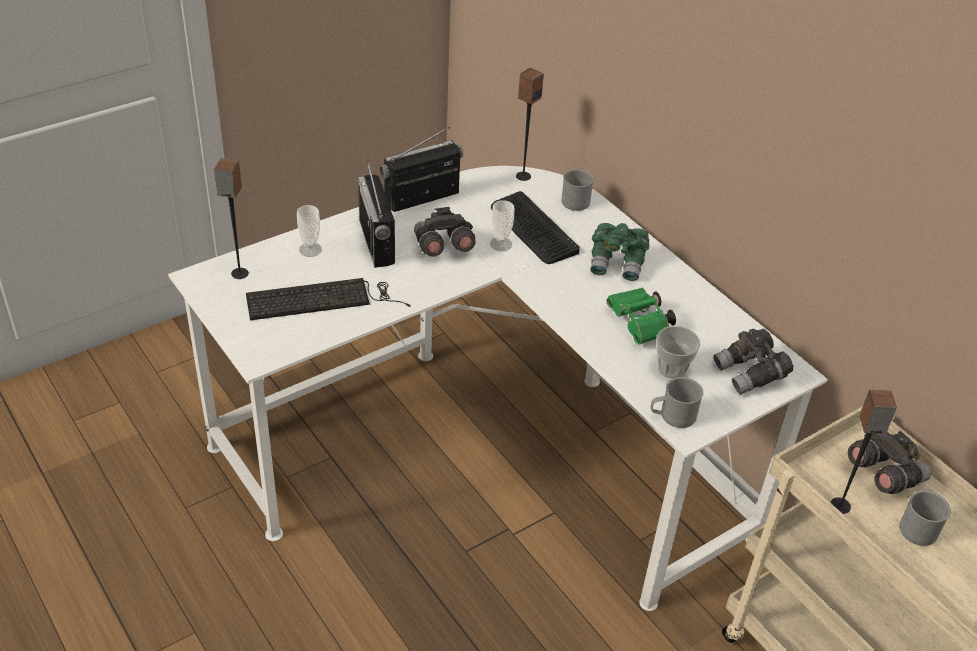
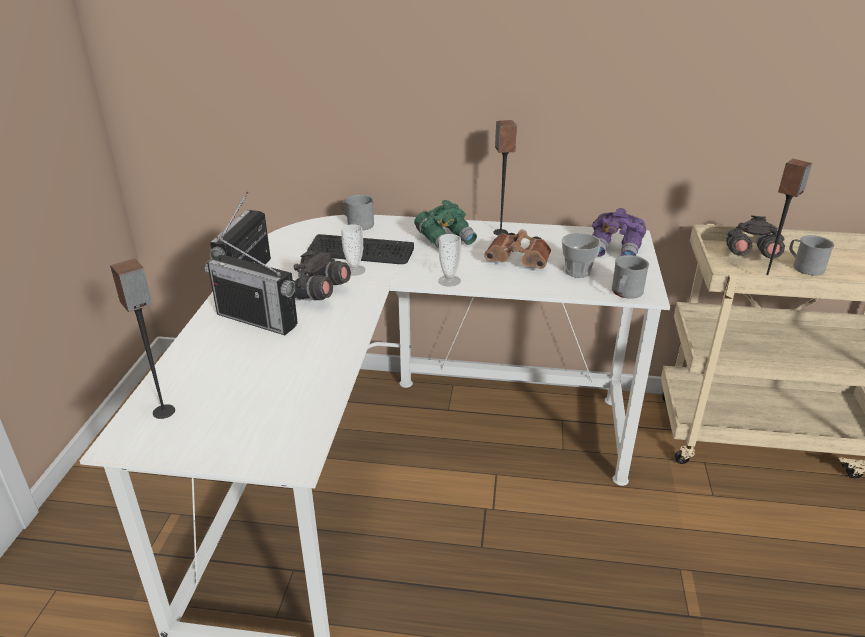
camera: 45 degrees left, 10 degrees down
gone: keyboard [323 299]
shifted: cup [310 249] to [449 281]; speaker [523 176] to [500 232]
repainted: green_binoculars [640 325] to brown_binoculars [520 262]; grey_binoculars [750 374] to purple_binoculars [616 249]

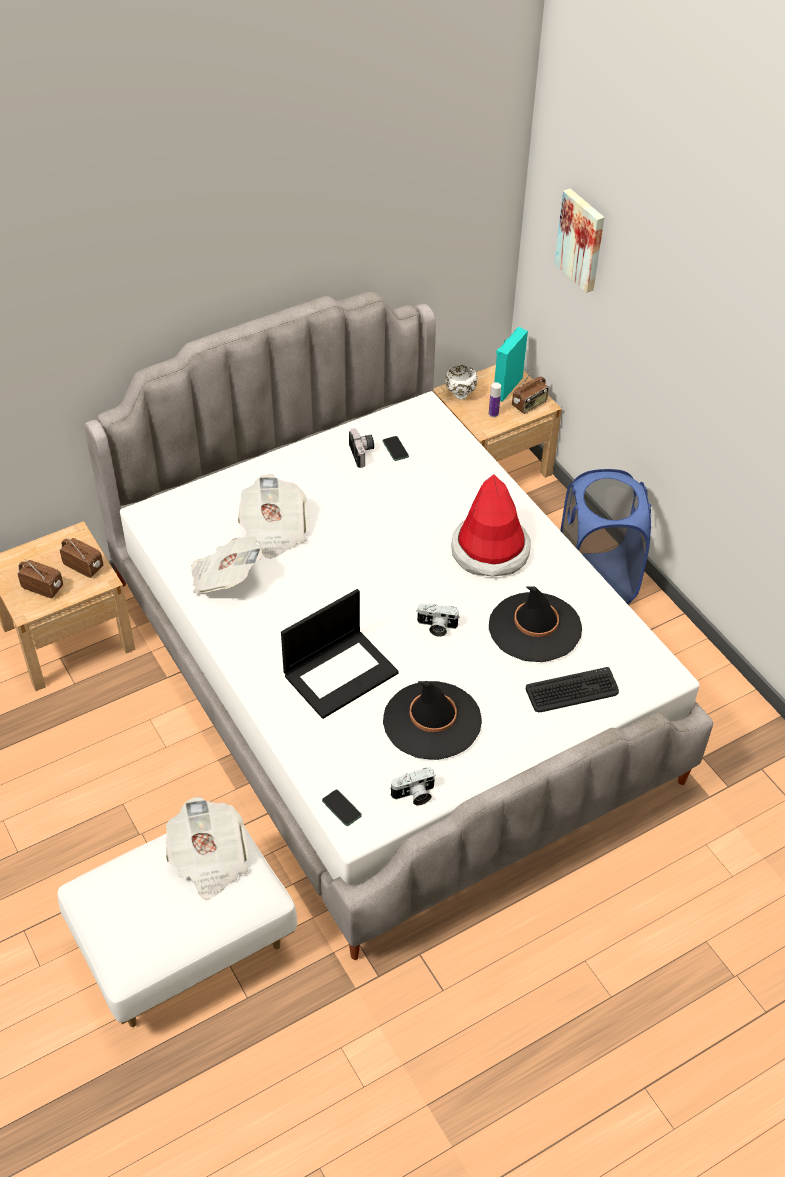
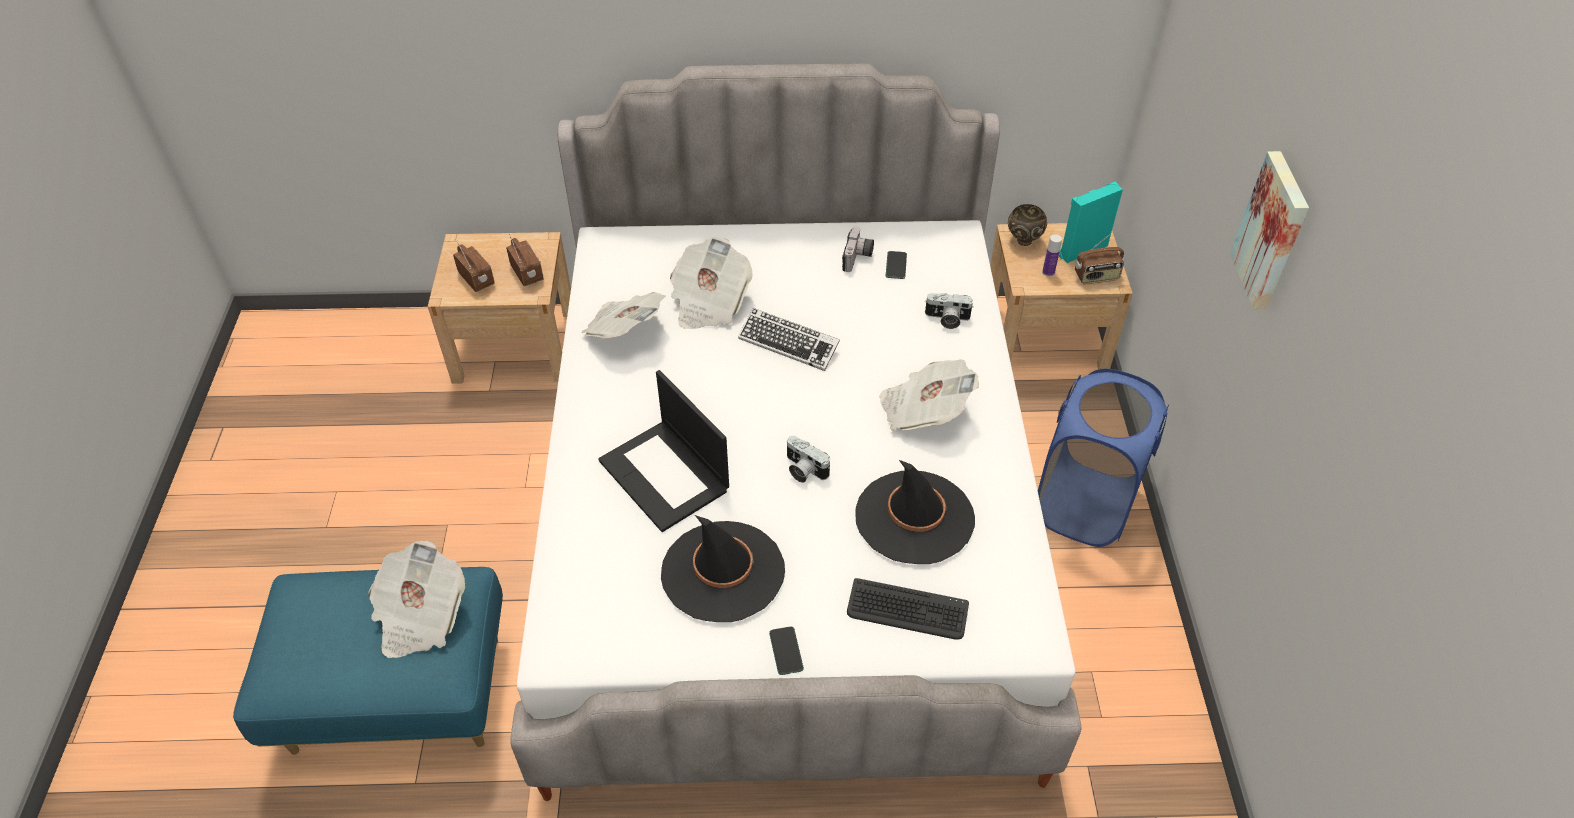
camera: 30 degrees right, 0 degrees up
new: keyboard [788 343]
shifted: phone [341 808] to [786 651]; photo_camera [414 795] to [947 319]; picture [582 240] to [1273 231]
swapped: hat [490 551] to newspaper [923 411]
repainted: white_ottoman [184 947] to blue_ottoman [396 697]; white_bowl [459 395] to brown_bowl [1023 240]
rotated: laptop [341 672] = [666 475] 60 degrees clockwise

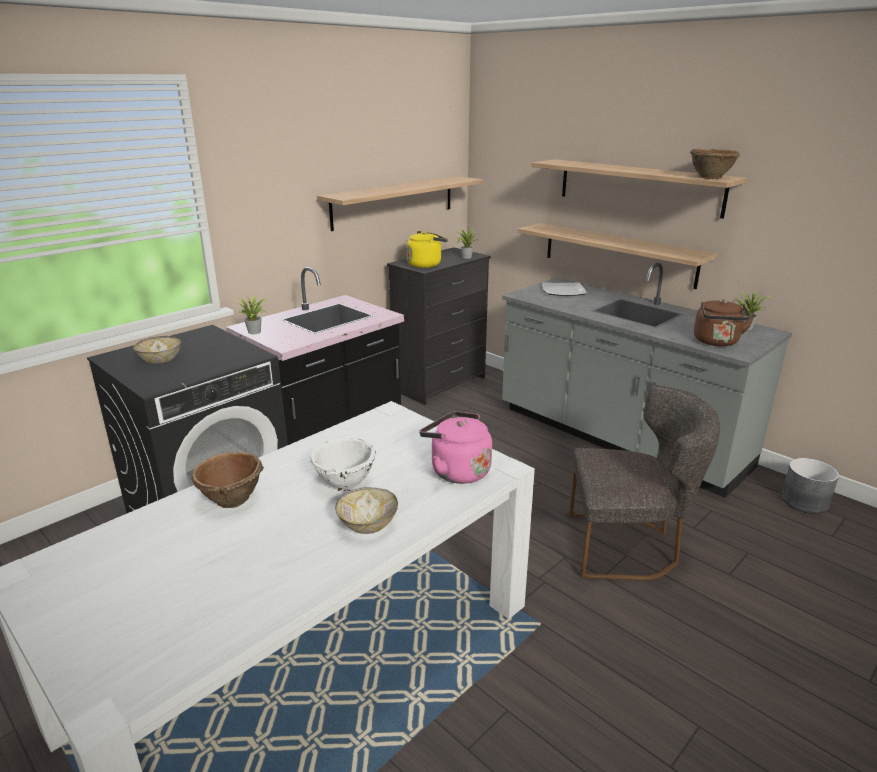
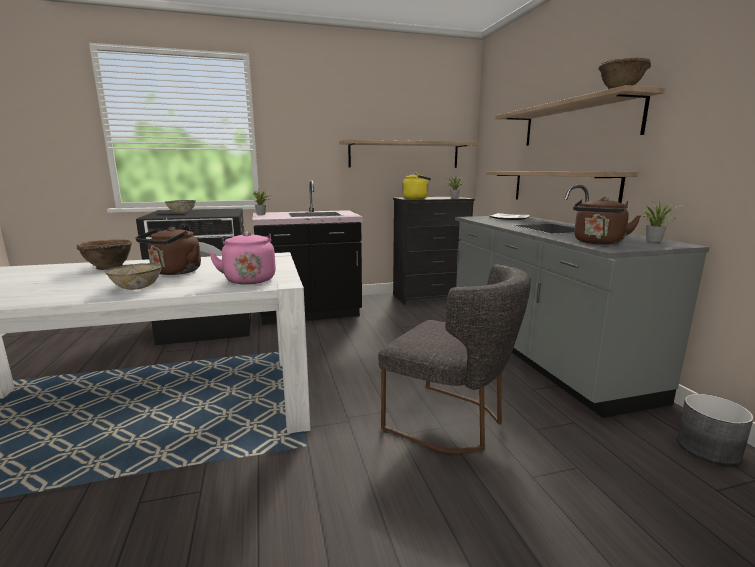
camera: 30 degrees right, 10 degrees down
swapped: white_bowl [344 483] to brown_kettle [174 272]

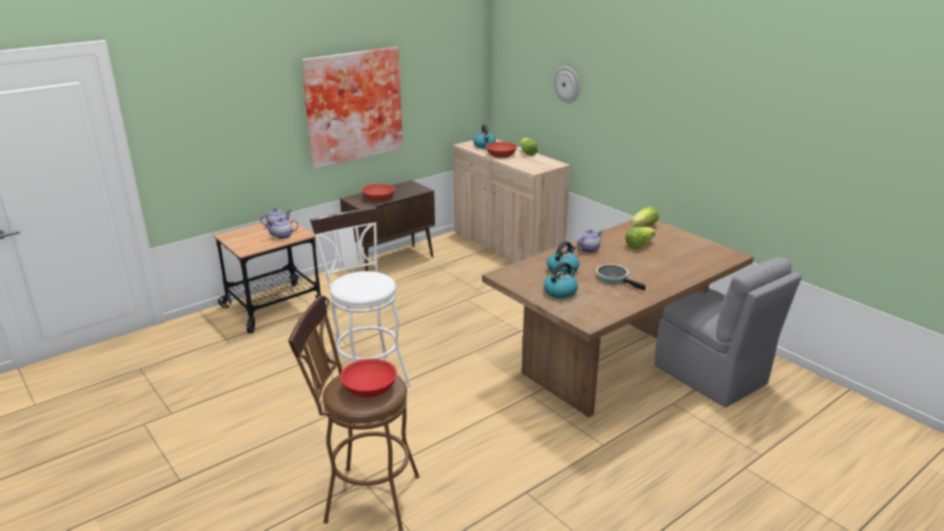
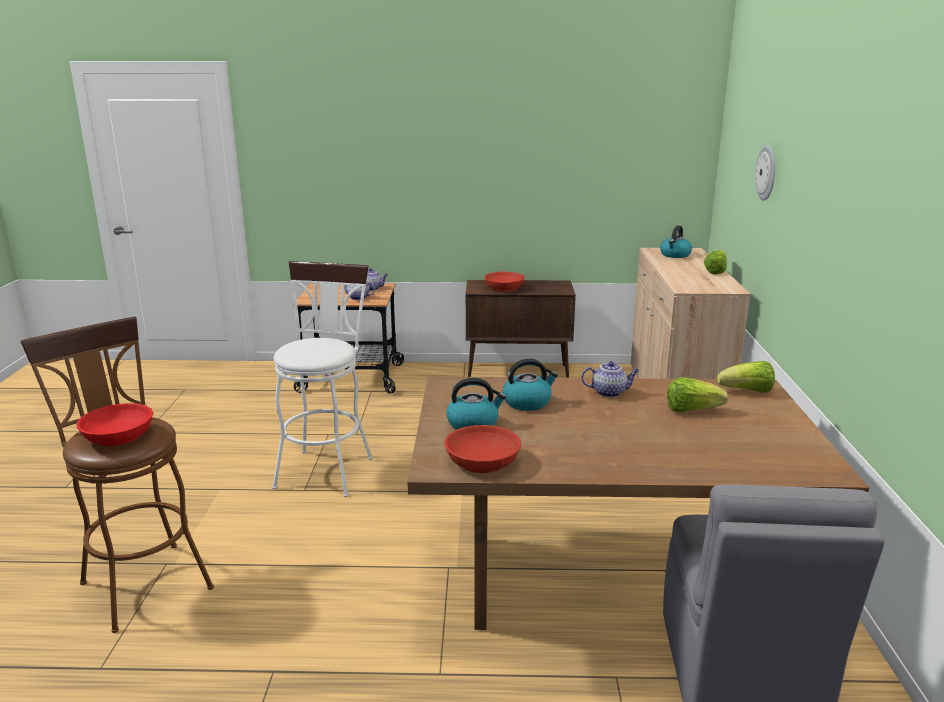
camera: 40 degrees right, 5 degrees down
gone: picture [352 106]; frying_pan [614 278]
shifted: red_bowl [501 154] to [482 461]

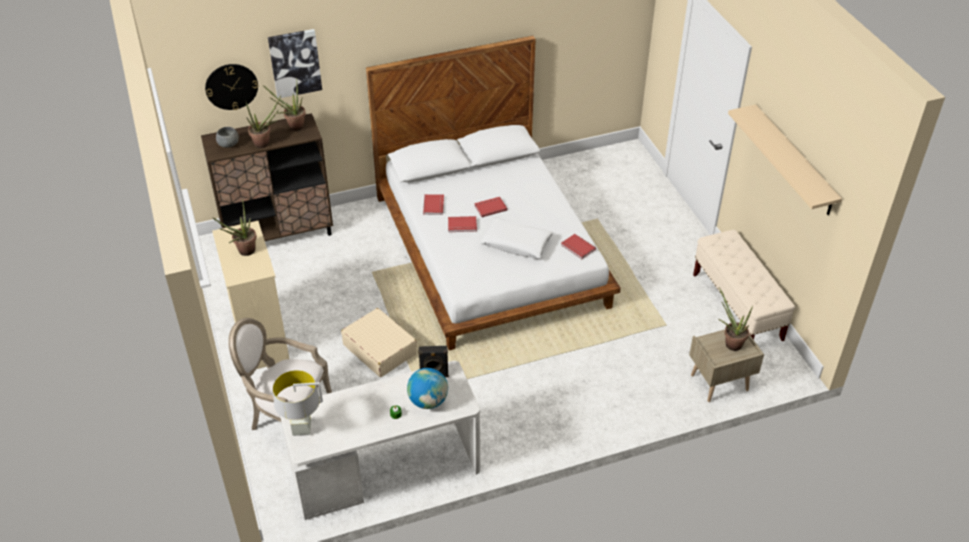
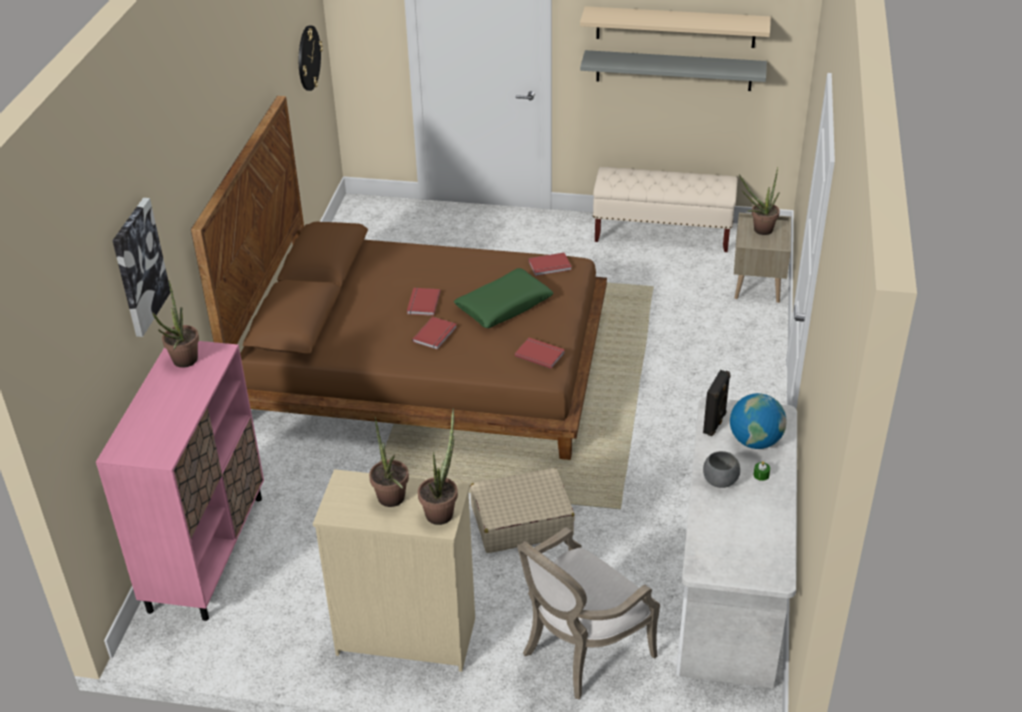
camera: 60 degrees left, 5 degrees down
gone: grey_table_lamp [302 429]
new: grey_shelf [674 70]
shifted: wall_clock [231 86] to [308 58]; grey_bowl [229 145] to [720 481]; potted_plant [265 143] to [442 510]; red_book [434 205] to [540 354]
repainted: brown_cabinet [279 234] to pink_cabinet [207 552]; white_bed [491 250] to brown_bed [427 366]; white_pillow [516 243] to green_pillow [503 306]

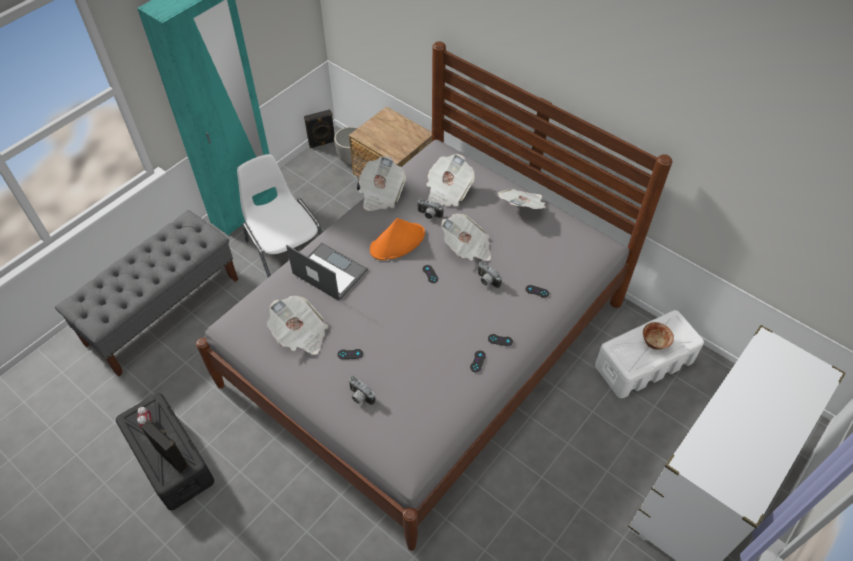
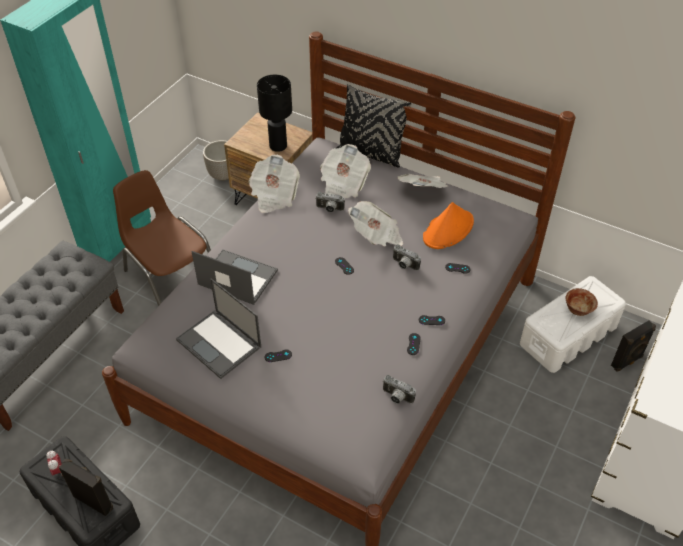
camera: 10 degrees left, 5 degrees down
new: black_table_lamp [278 146]; black_pillow [370 154]
shifted: black_speaker [322 143] to [627 361]; photo_camera [359 397] to [396 397]; orange_hat [397 242] to [448 230]
swapped: newspaper [300 334] to laptop [220 344]
repainted: white_chair [285 249] to brown_chair [170 273]

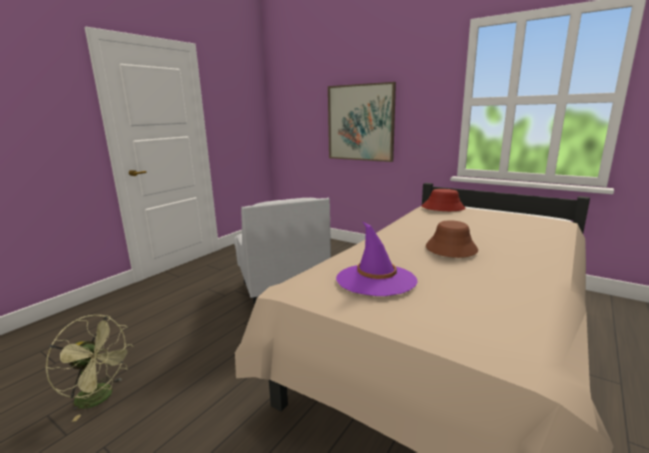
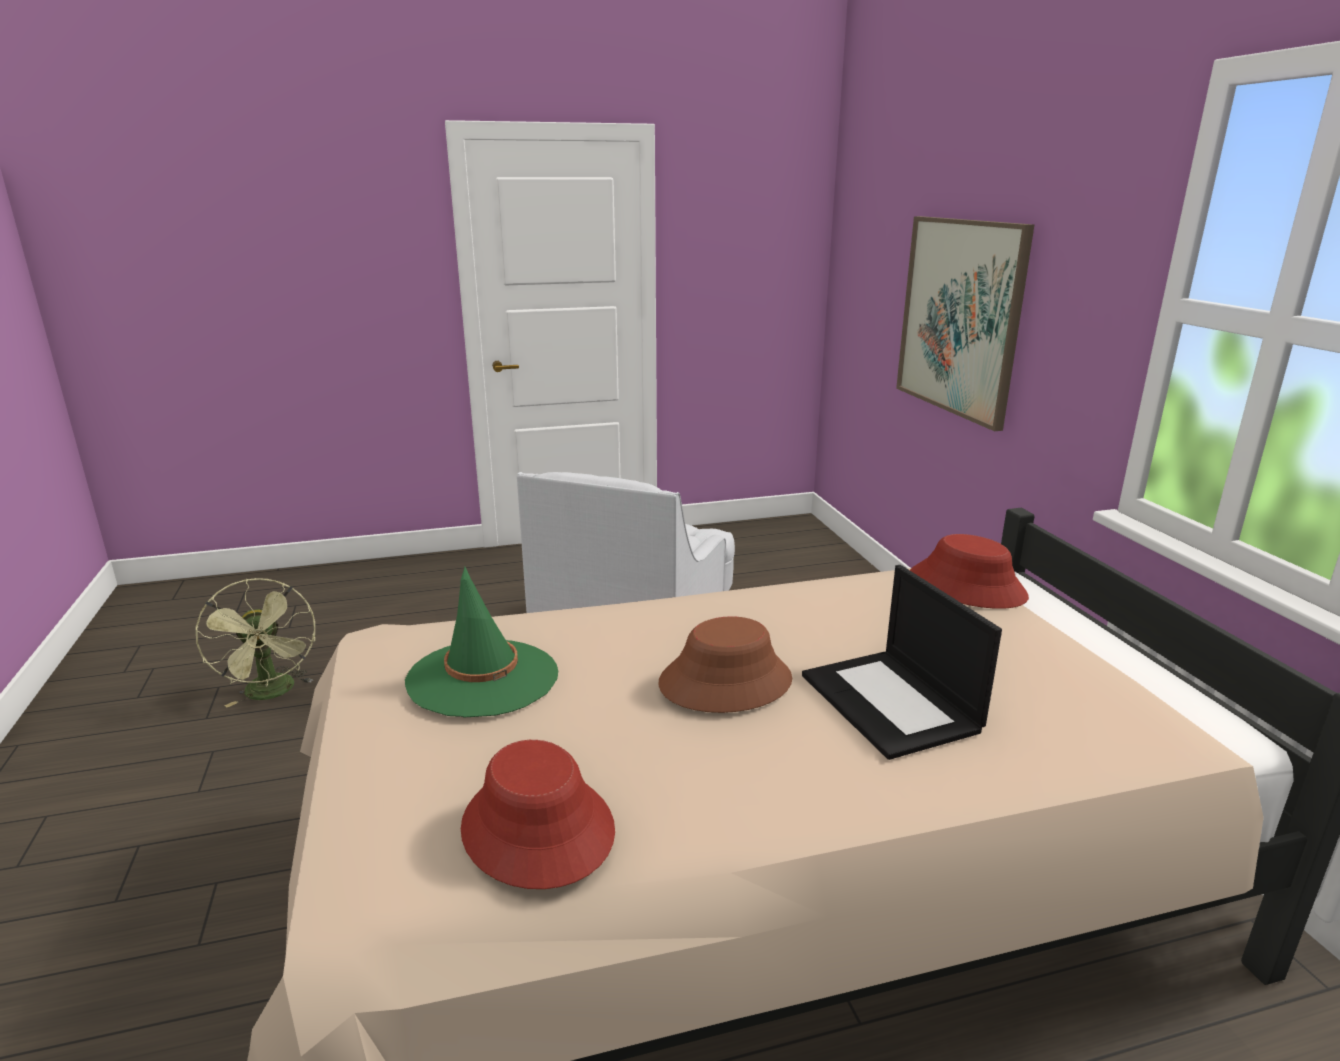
camera: 40 degrees right, 5 degrees up
new: red_hat [537 829]; laptop [892 703]
repainted: purple_hat [376 280] to green_hat [483 678]

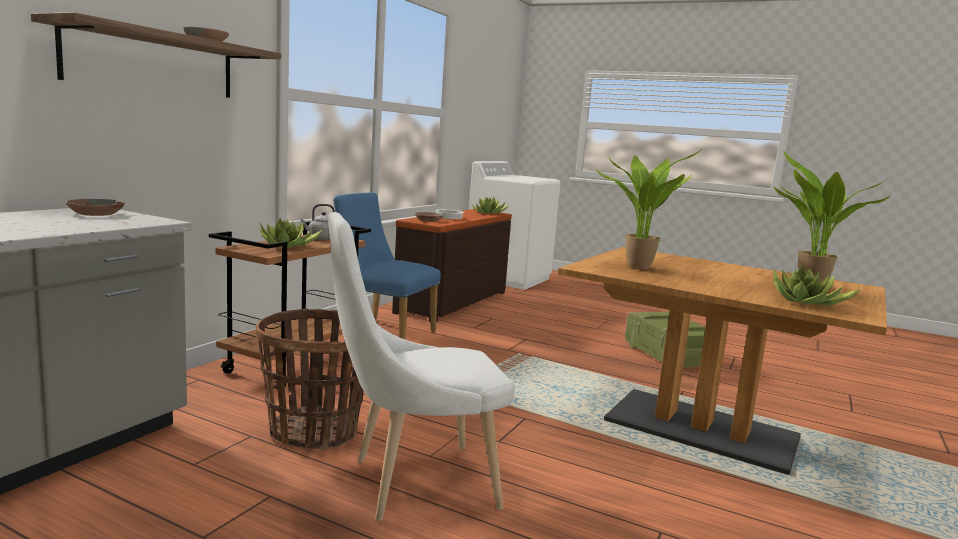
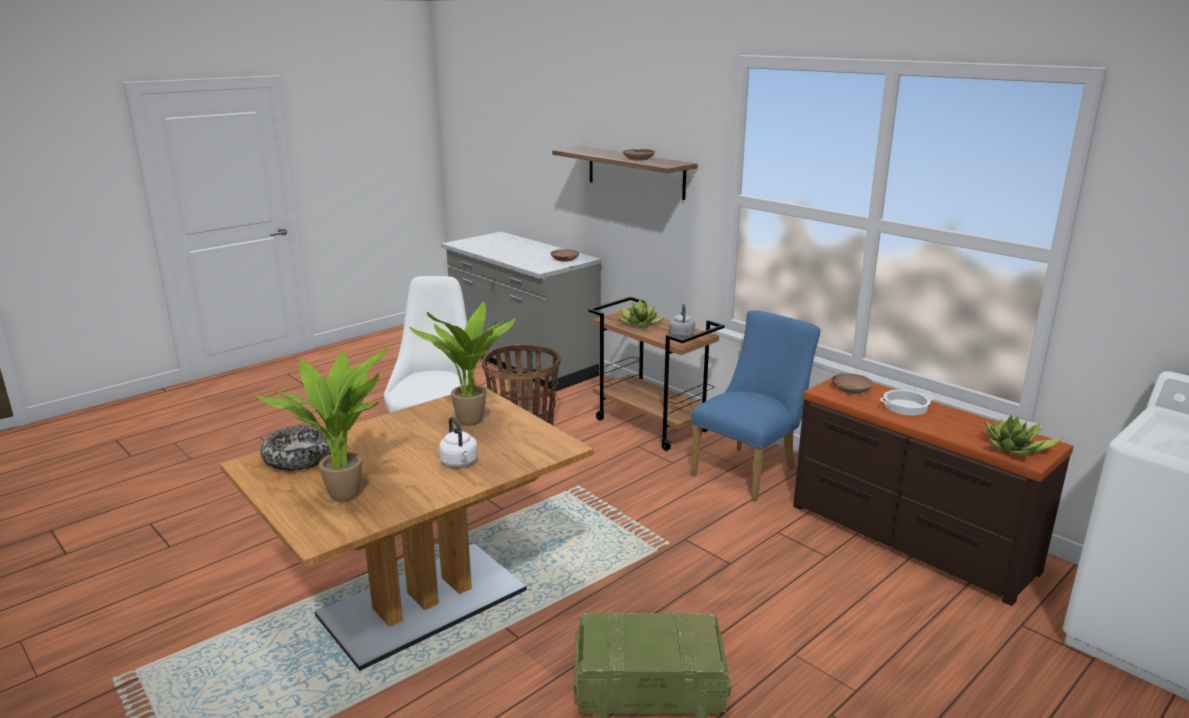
camera: 110 degrees right, 10 degrees up
new: white_kettle [459 462]
swapped: potted_plant [806 303] to bowl [299 457]

